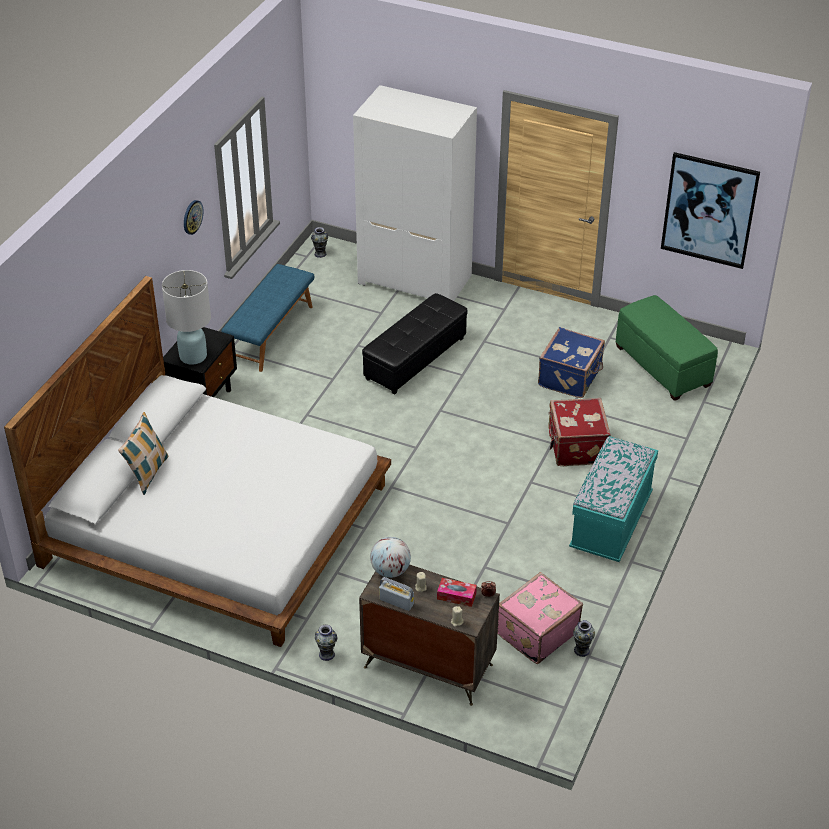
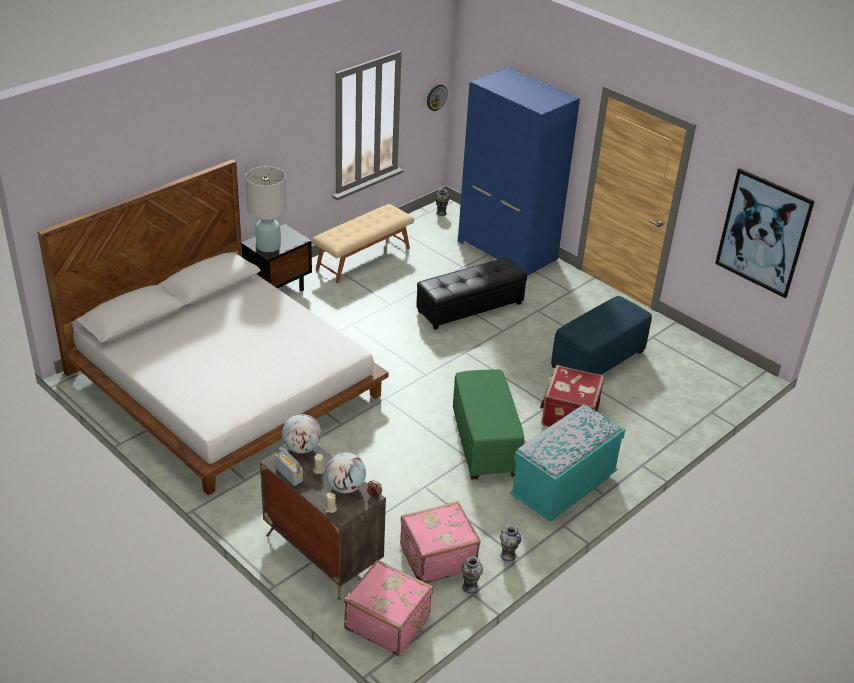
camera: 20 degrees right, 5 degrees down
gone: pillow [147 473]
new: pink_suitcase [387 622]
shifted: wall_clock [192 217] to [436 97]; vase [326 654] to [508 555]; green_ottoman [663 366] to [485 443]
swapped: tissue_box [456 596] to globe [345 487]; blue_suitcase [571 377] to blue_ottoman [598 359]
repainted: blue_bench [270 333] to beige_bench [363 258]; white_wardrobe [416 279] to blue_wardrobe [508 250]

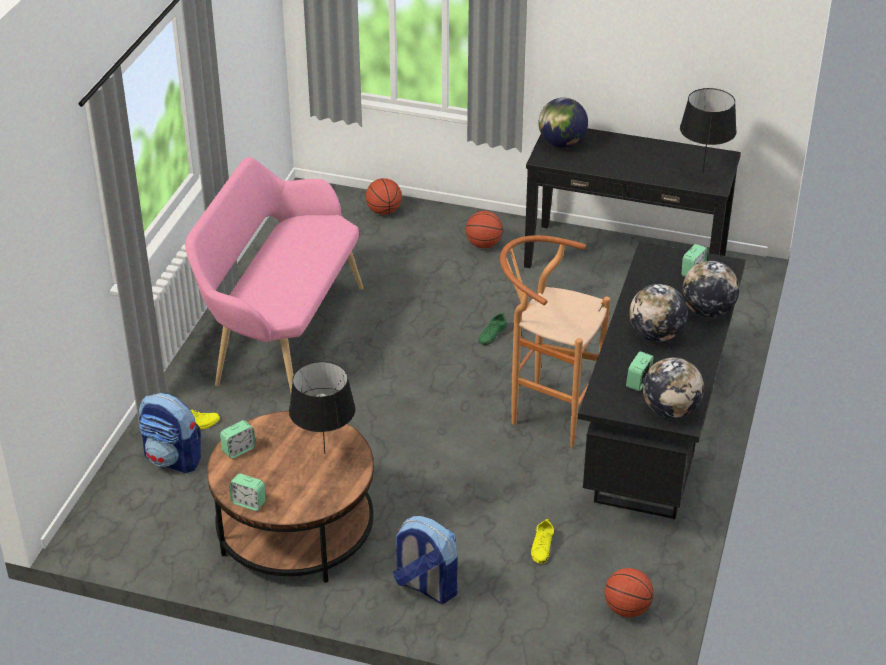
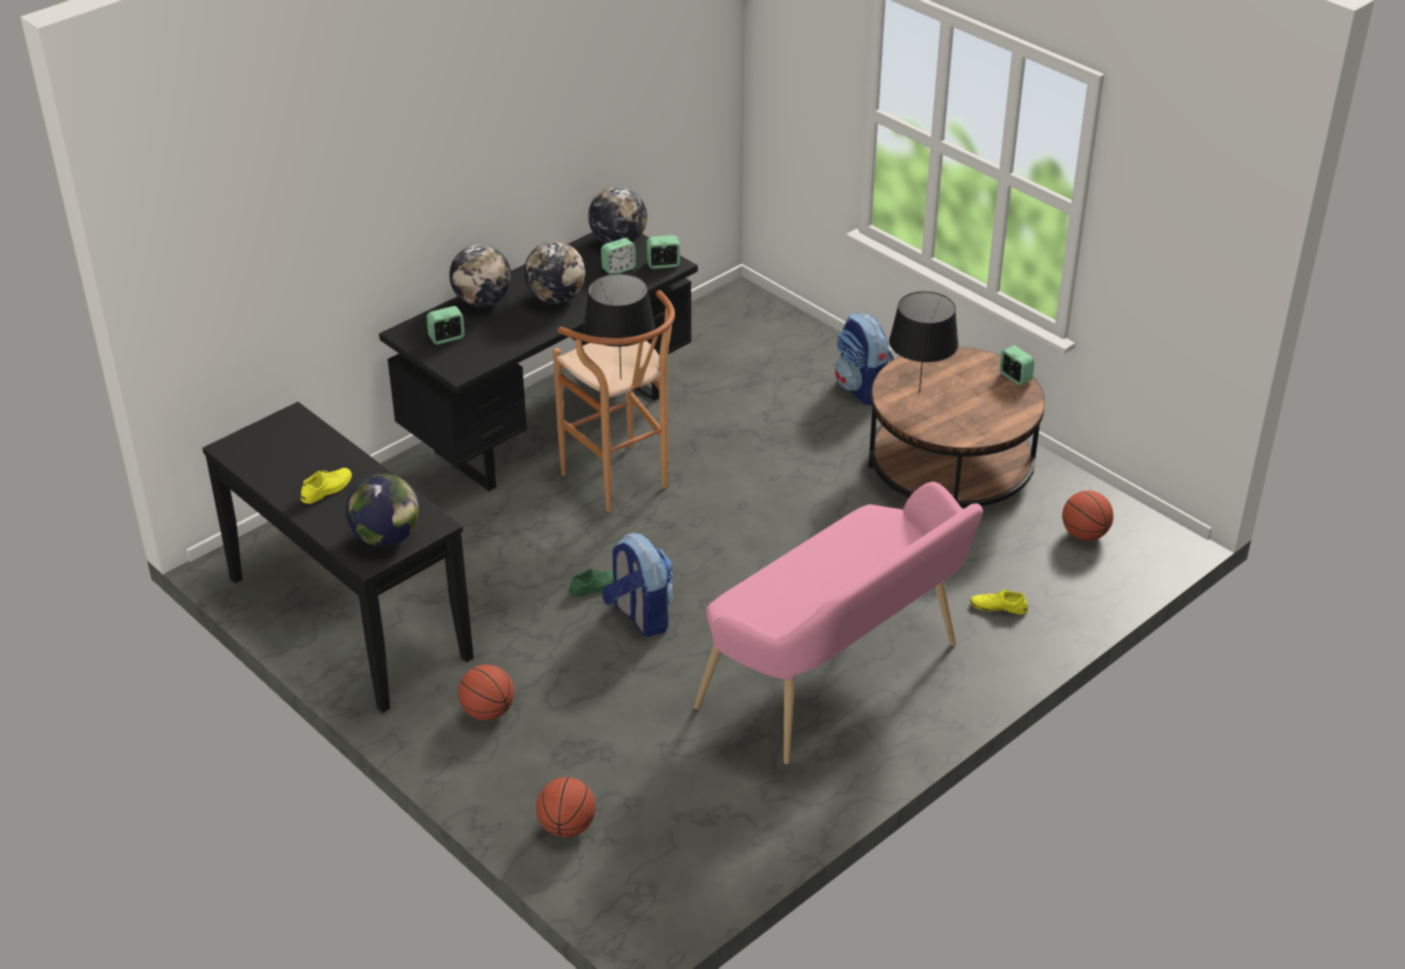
camera: 150 degrees left, 0 degrees up
shifted: backpack [173 459] to [639 616]; alarm_clock [239 450] to [663 264]; yellow_shoe [542 547] to [327 489]; basketball [627 609] to [1084 534]; black_table_lamp [702 172] to [621 379]

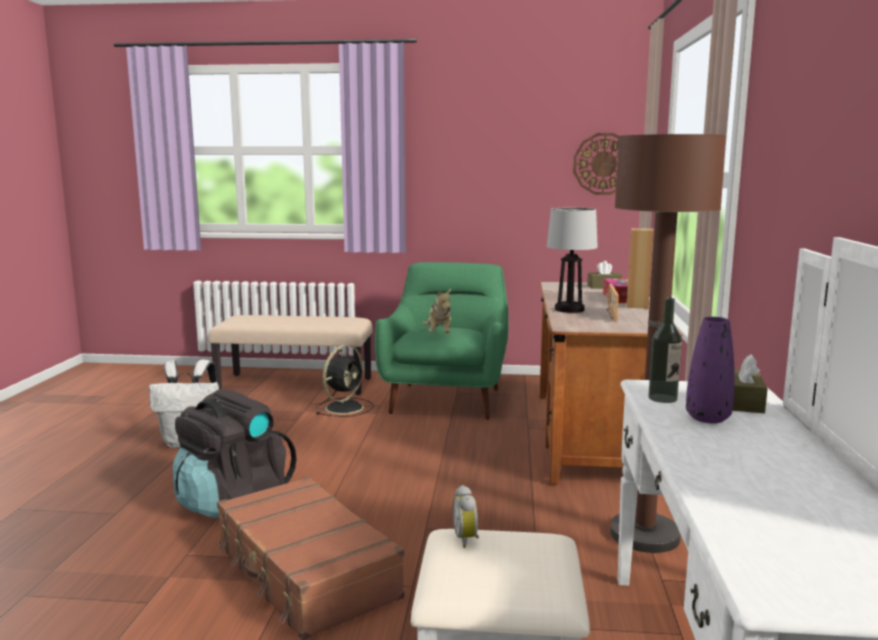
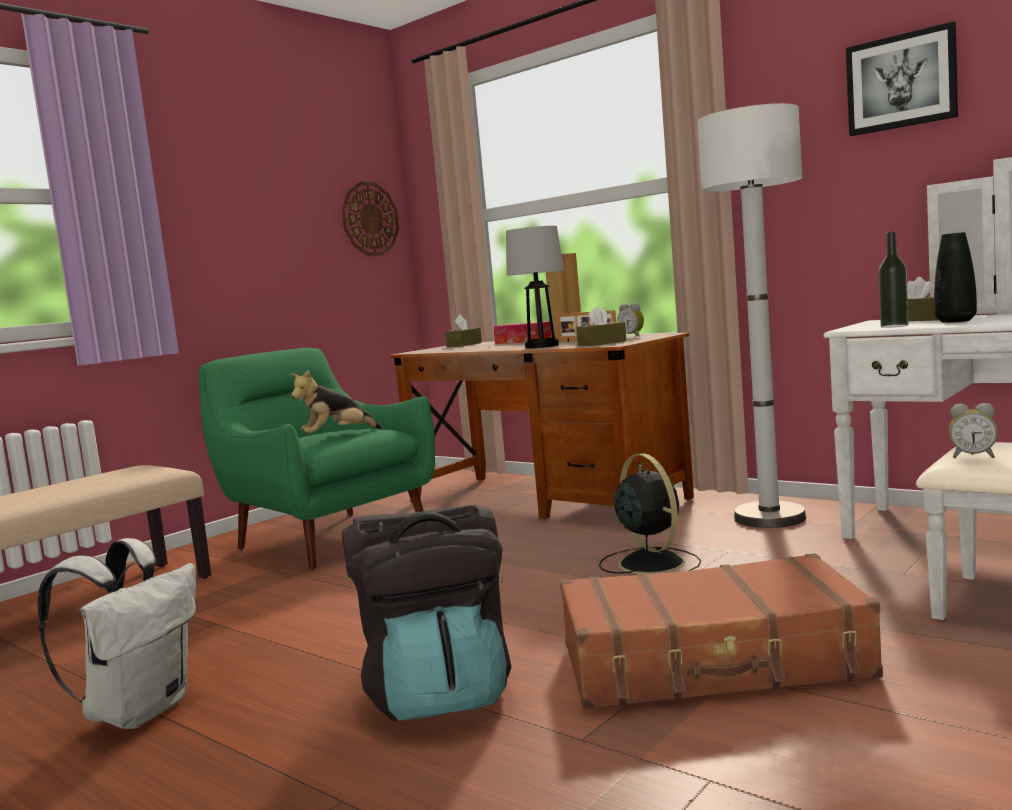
camera: 55 degrees left, 5 degrees down
new: brown_tissue_box [602 343]; alarm_clock [632 336]; picture [901 81]
shifted: black_fan [345 407] to [649 562]
repainted: brown_floor_lamp [644 535] to white_floor_lamp [769 518]; purple_vase [707 418] to black_vase [955 321]
rotated: plush_toy [439 334] = [337 436] 120 degrees clockwise

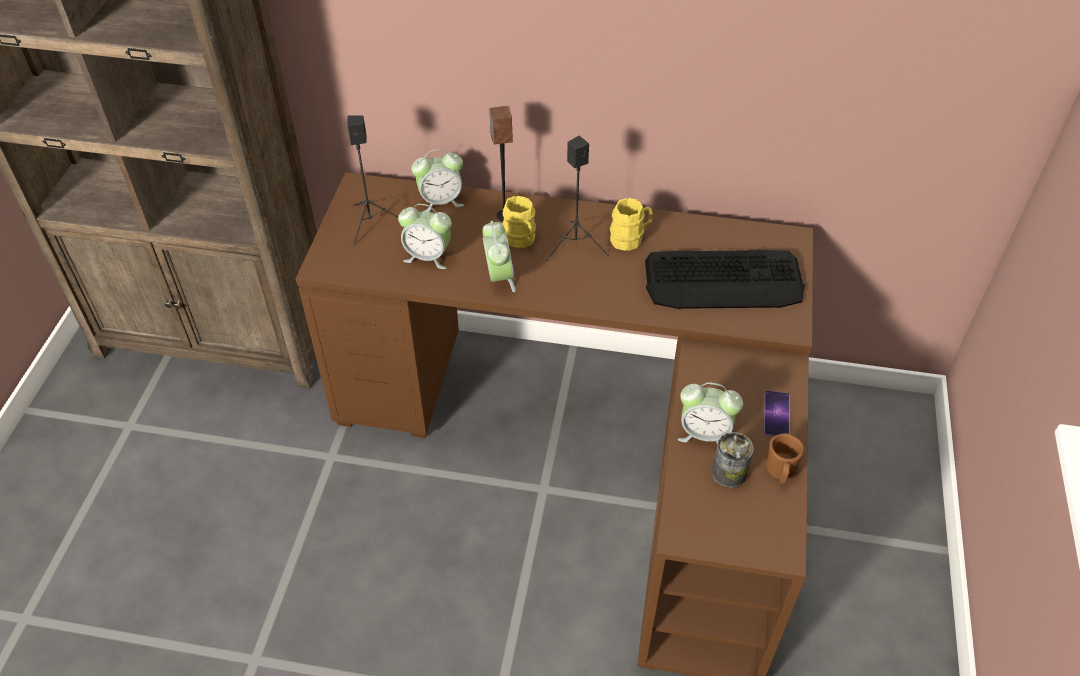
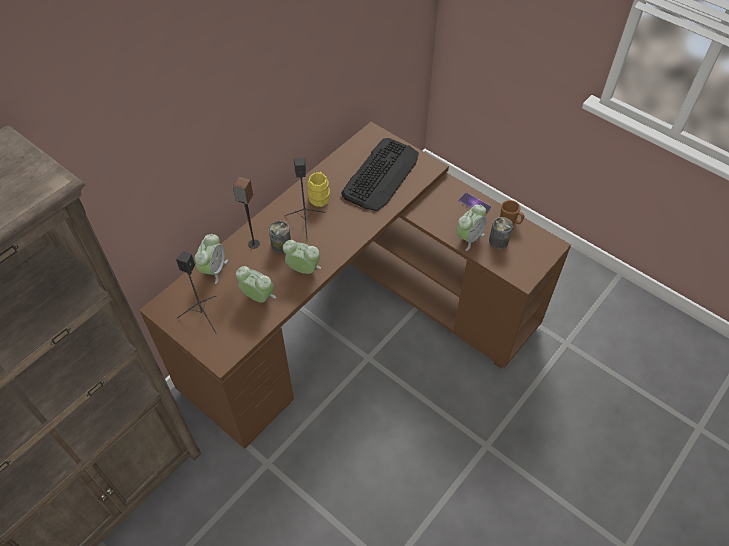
camera: 60 degrees left, 5 degrees up
swapped: yellow_mug [521 240] to can [281 245]
rotated: alarm_clock [428 256] = [258 297] 105 degrees counterclockwise

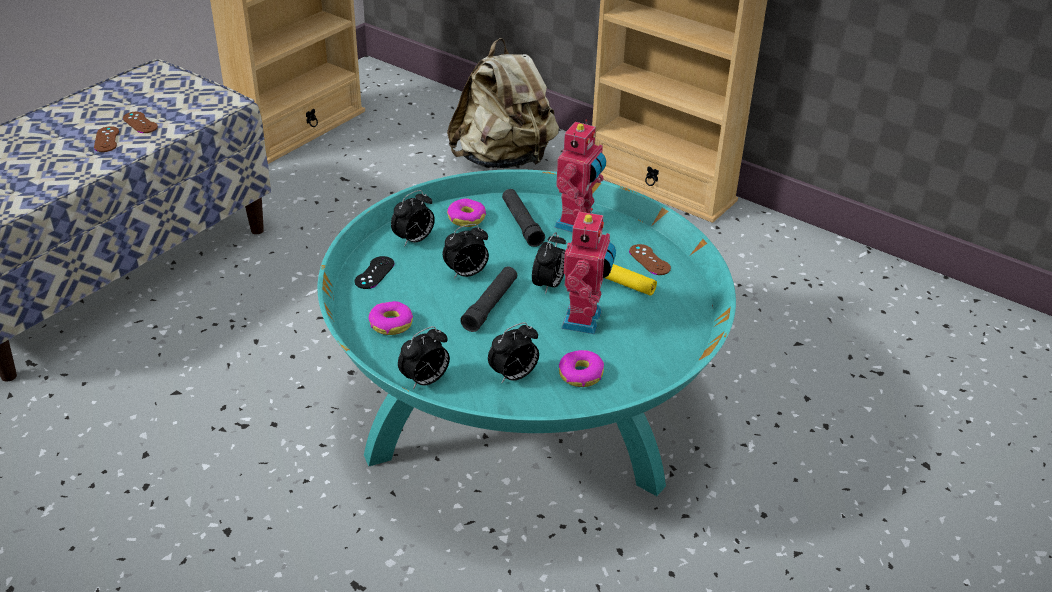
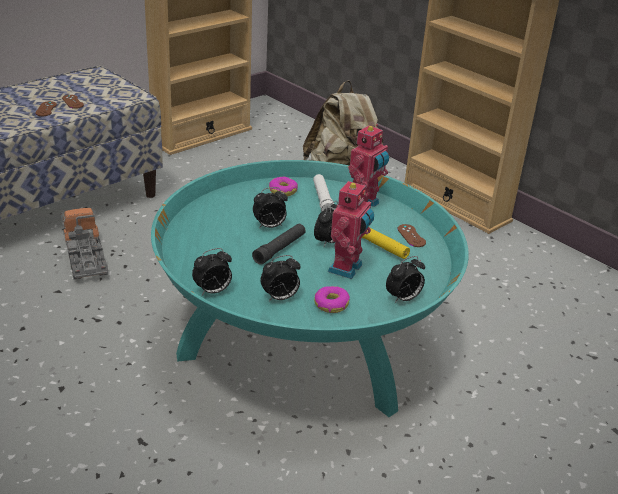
camera: 10 degrees right, 5 degrees down
gone: black_game_controller [374 273]; donut [391 324]
new: toy_truck [85 258]
shifted: alarm_clock [414 240] to [403 299]
repainted: black_flashlight [522 224] to white_flashlight [322 199]

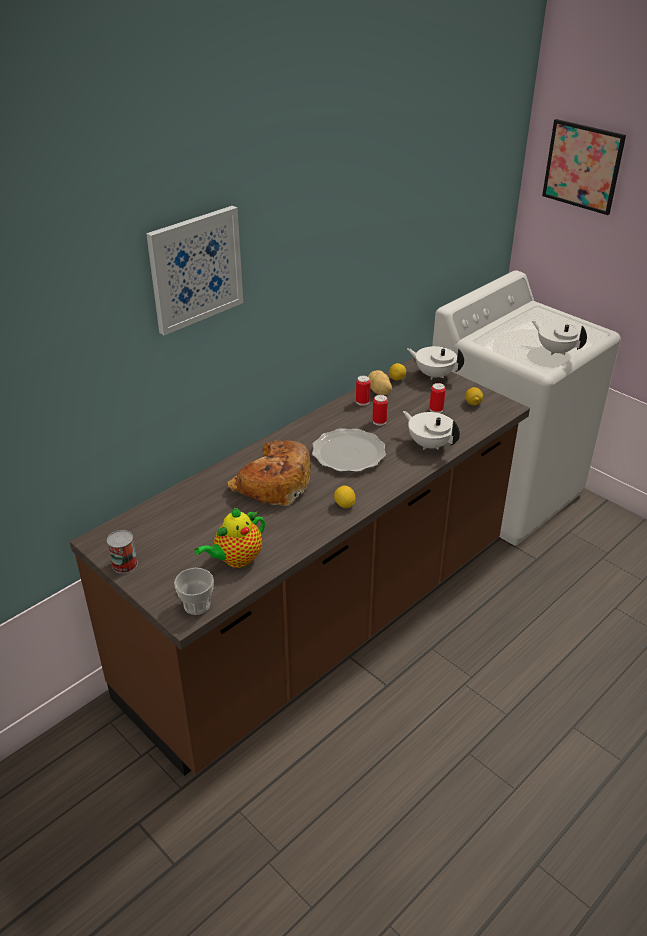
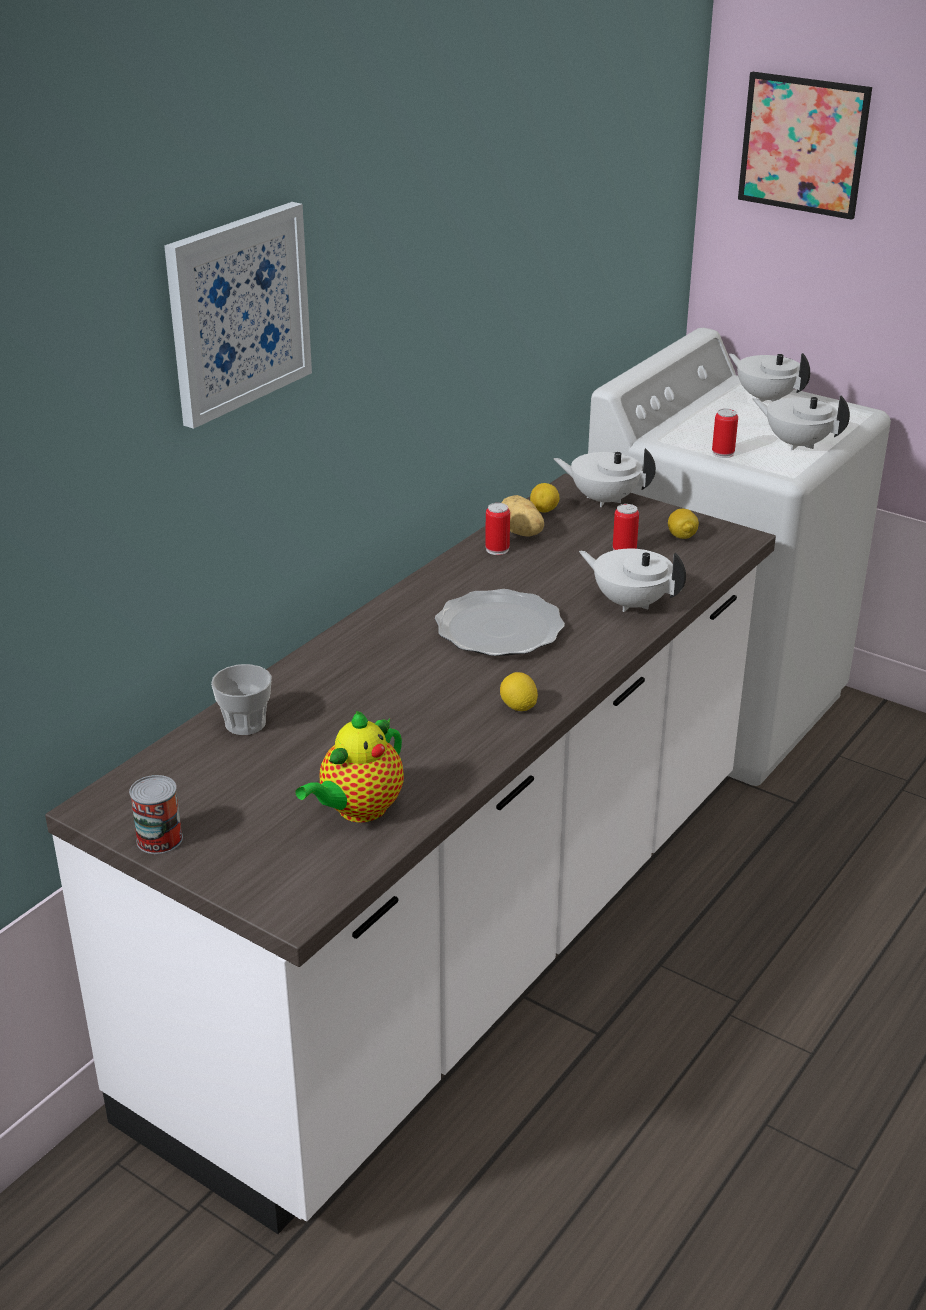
camera: 10 degrees left, 5 degrees down
gone: bread [272 483]
new: white_teapot [766 398]
shifted: cup [197 605] to [245 723]; can [379 421] to [723 453]
repainted: brown_counter [323 621] to white_counter [462 943]

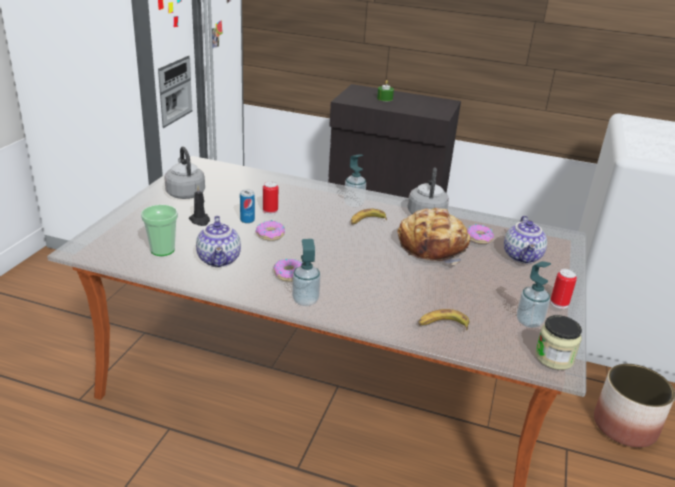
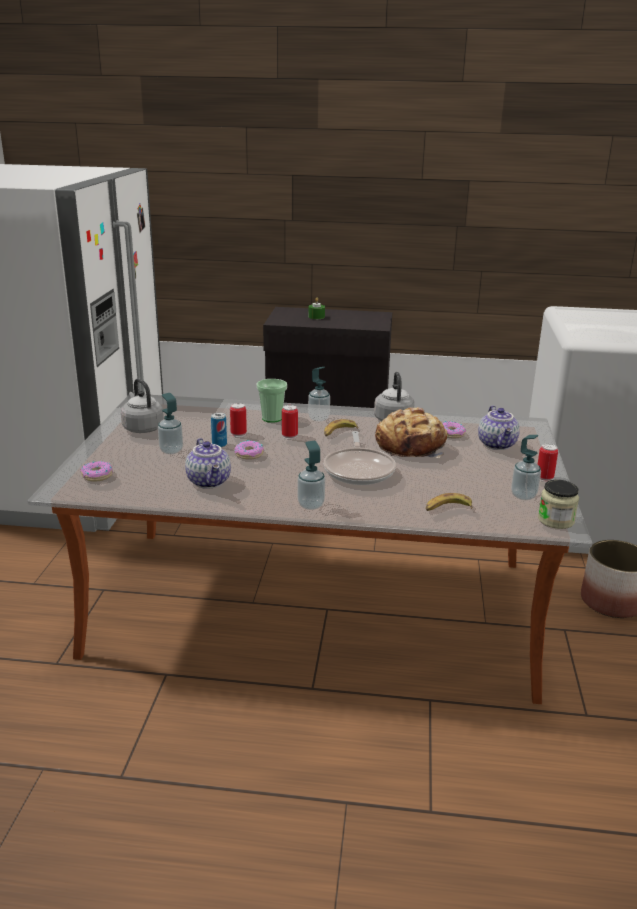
camera: 10 degrees left, 5 degrees down
new: can [289 436]; frying_pan [359 470]
shifted: cup [162 250] to [272 418]; donut [289 274] to [97 476]
swapped: black_candle [200 220] to soap_dispenser [171 450]

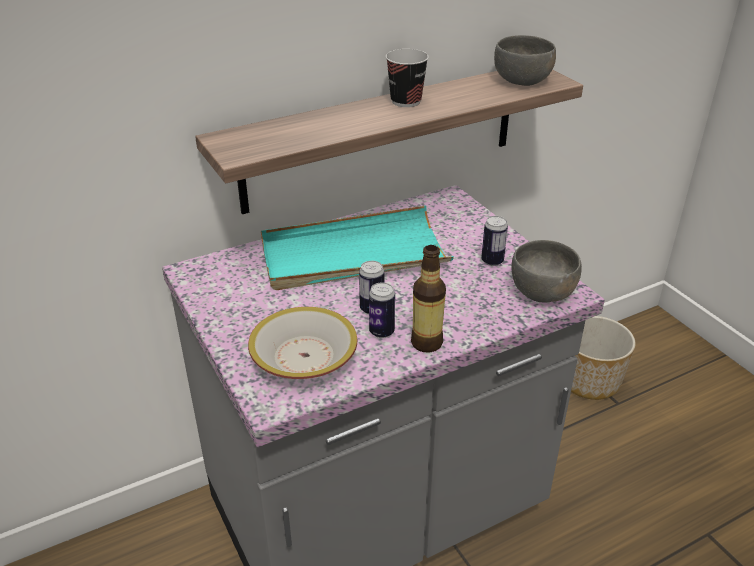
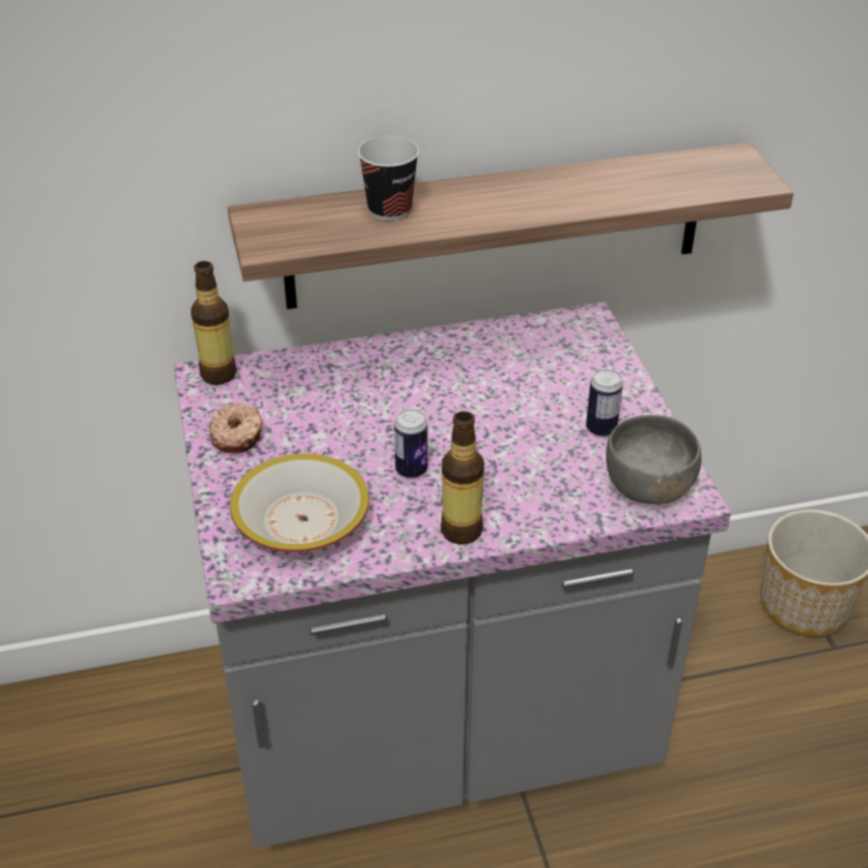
camera: 15 degrees right, 5 degrees up
gone: turquoise_tray [353 255]; can [381 332]; grey_bowl [522 80]
new: bottle [218 374]; donut [238 435]
shifted: cup [406 101] to [390 210]

